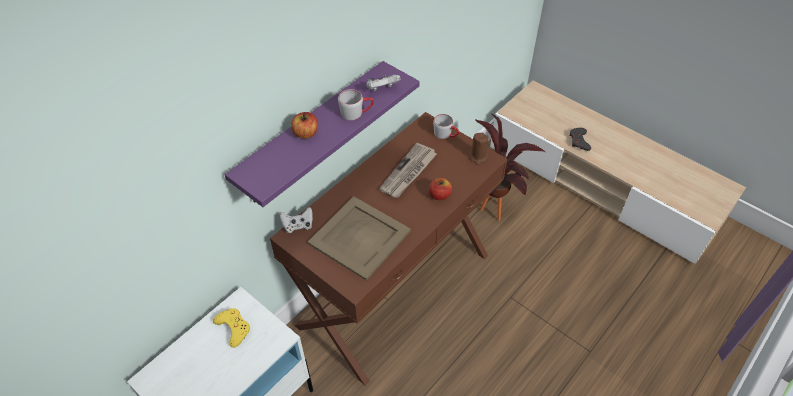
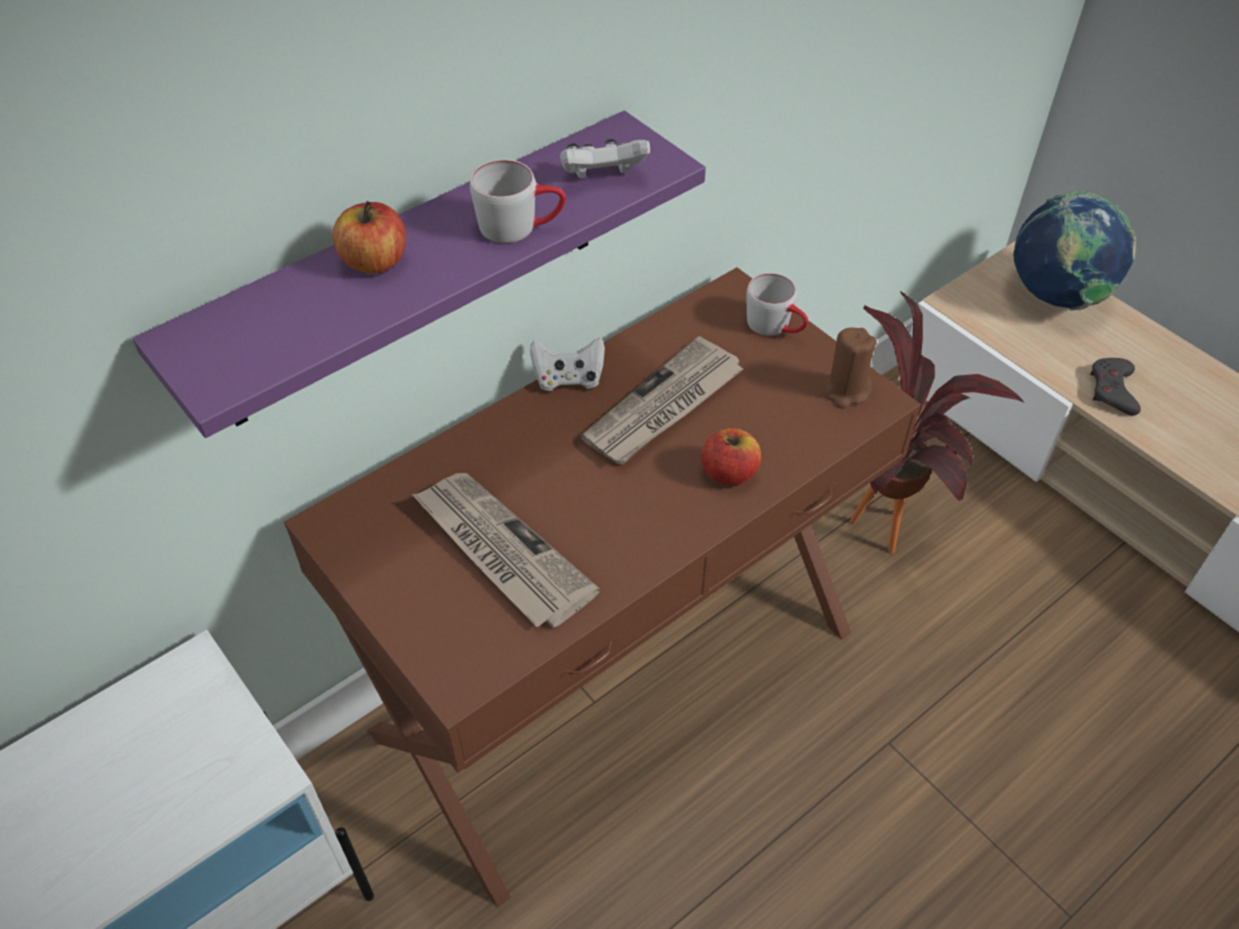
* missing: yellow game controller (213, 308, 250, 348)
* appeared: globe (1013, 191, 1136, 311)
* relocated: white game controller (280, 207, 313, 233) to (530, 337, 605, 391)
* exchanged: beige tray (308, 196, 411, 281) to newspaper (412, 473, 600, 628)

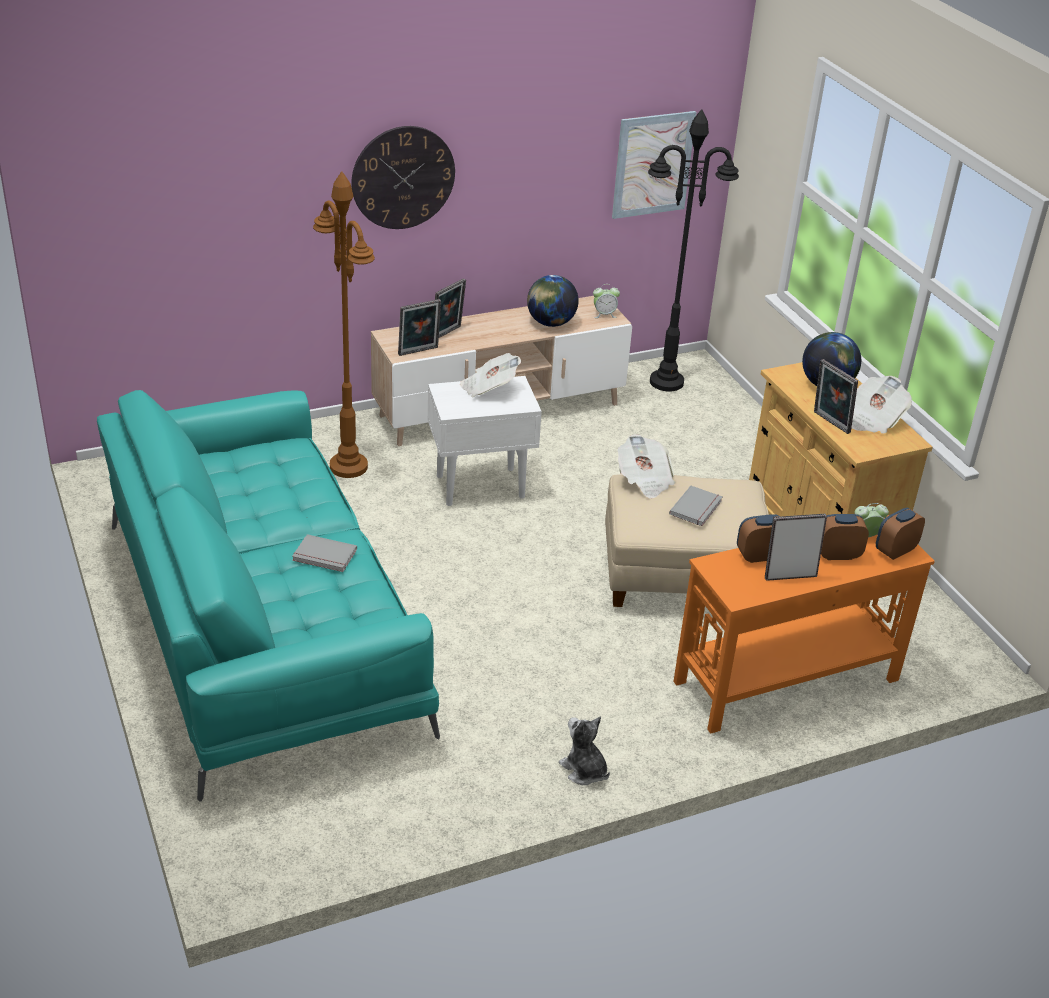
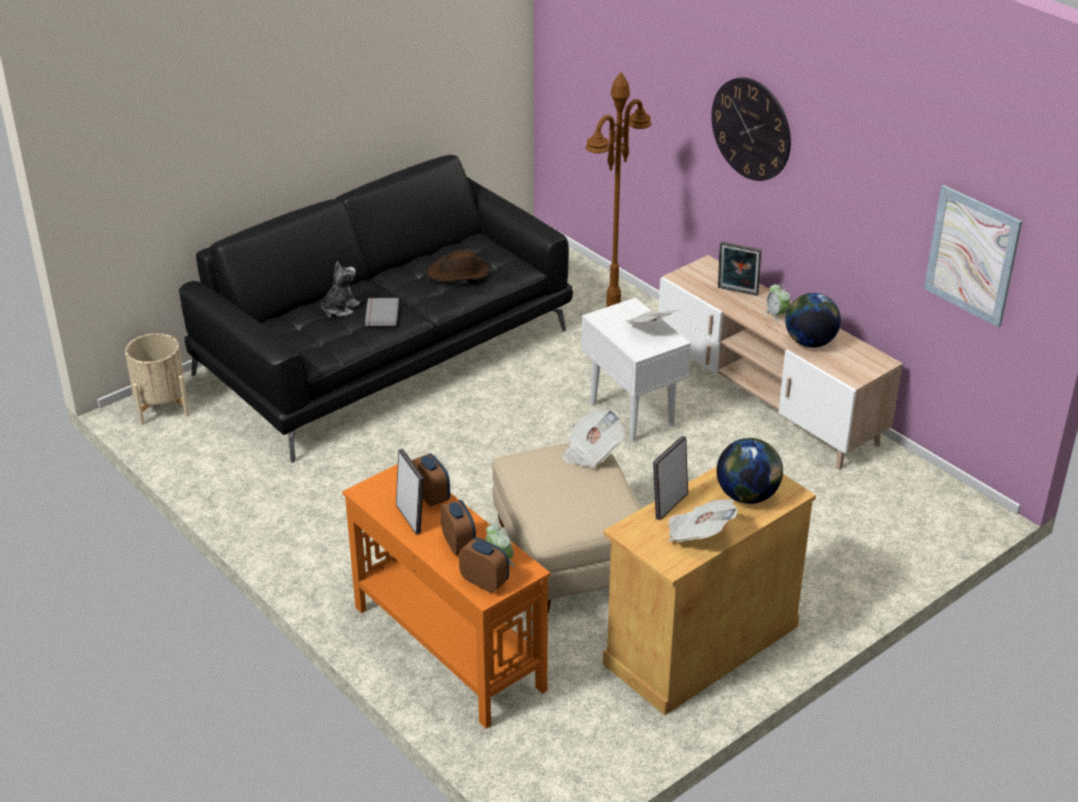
* missing: picture frame (398, 299, 441, 356)
* missing: black floor lamp (648, 109, 739, 392)
* missing: grey book (669, 486, 722, 526)
* appeared: beige planter (125, 333, 189, 425)
* appeared: brown hat (427, 249, 490, 282)
* relocated: plush toy (559, 716, 610, 785) to (321, 261, 360, 317)
* relocated: alarm clock (593, 284, 620, 318) to (765, 283, 790, 322)
* colour: turquoise sofa (97, 390, 440, 802) to black sofa (179, 155, 573, 463)

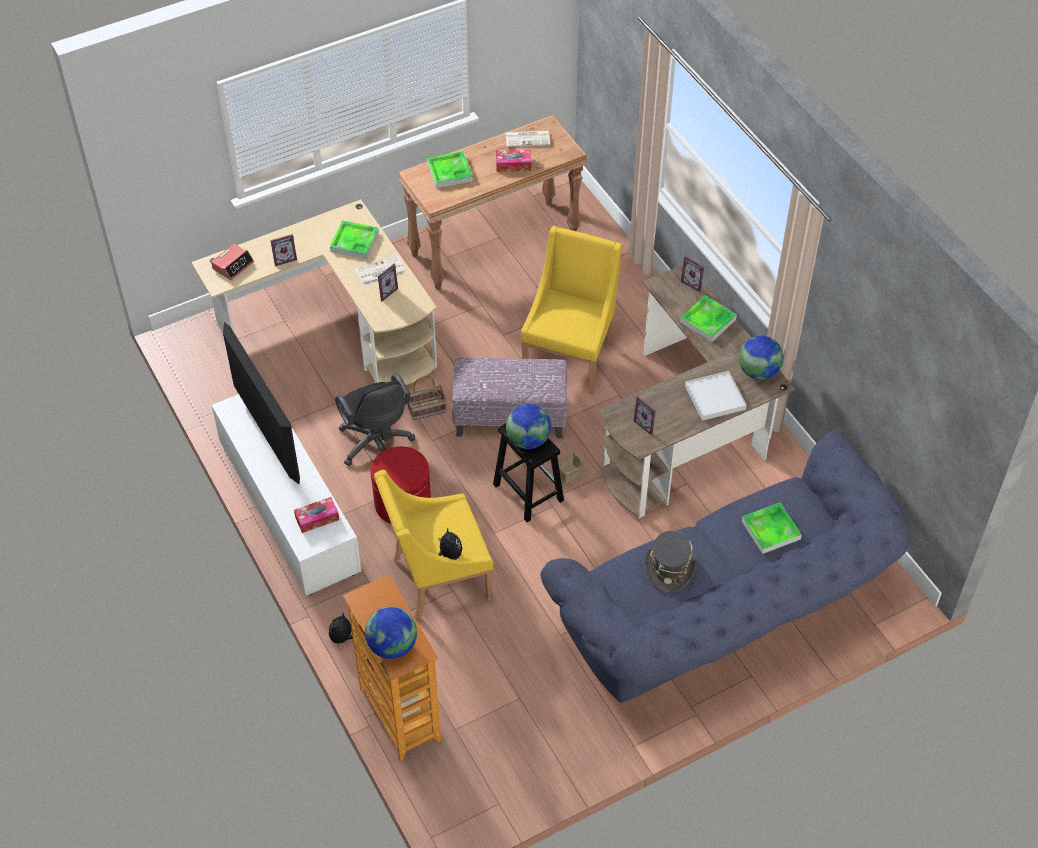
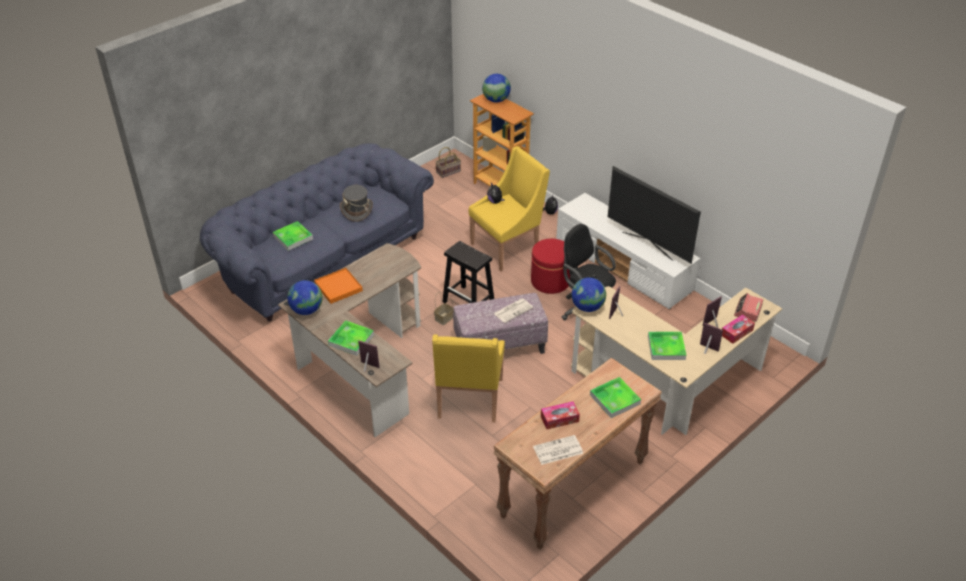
* relocated: tissue box (294, 497, 339, 533) to (722, 314, 755, 344)
* relocated: newspaper (355, 256, 406, 286) to (493, 298, 533, 323)
* relocated: basket (408, 376, 446, 420) to (435, 147, 461, 178)
* relocated: globe (506, 404, 551, 449) to (572, 277, 606, 312)
* relocated: picture frame (634, 396, 656, 435) to (700, 323, 723, 354)
* colour: white tray (685, 371, 747, 421) to orange tray (314, 268, 363, 304)

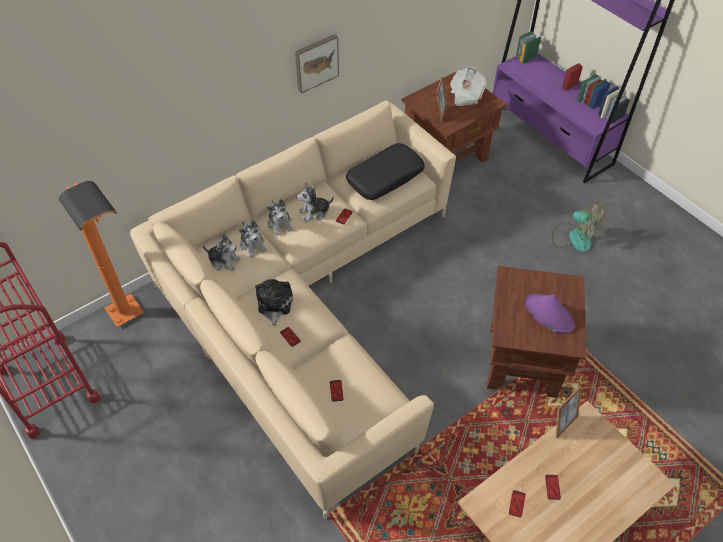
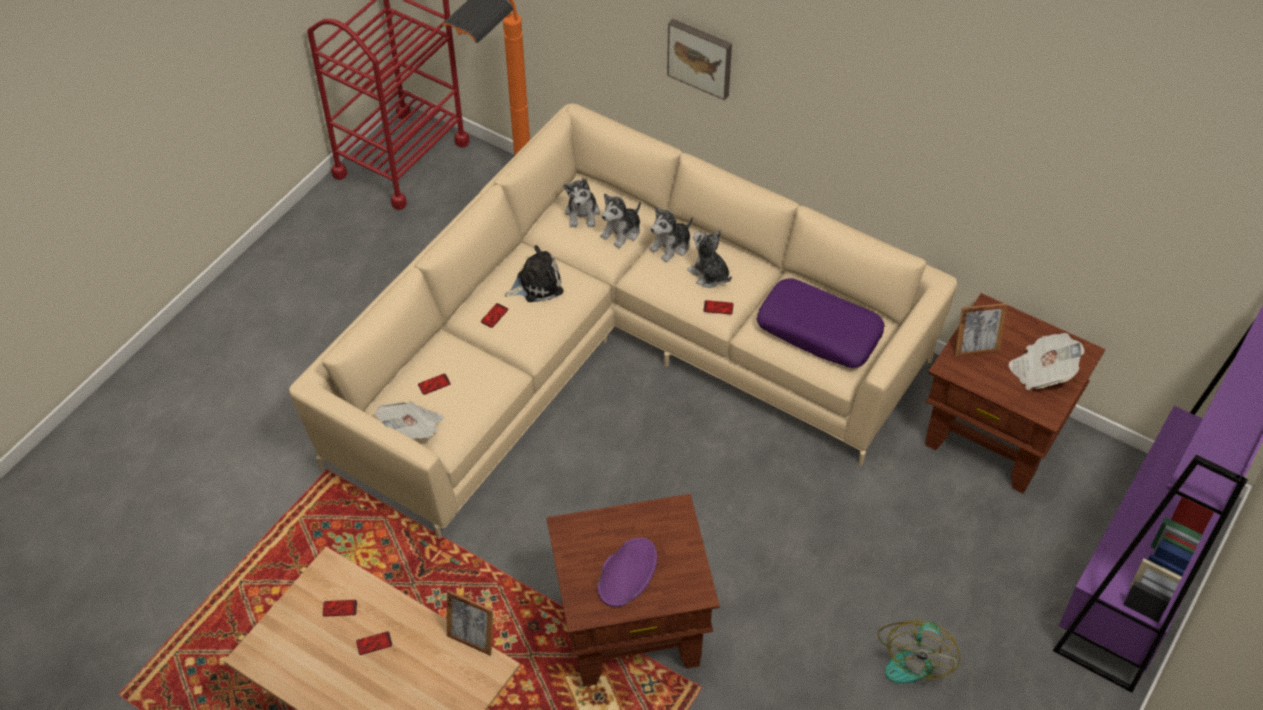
* appeared: newspaper (375, 401, 444, 438)
* relocated: picture (295, 34, 339, 93) to (667, 19, 732, 100)
* colour: black pillow (346, 143, 425, 200) to purple pillow (757, 279, 885, 368)

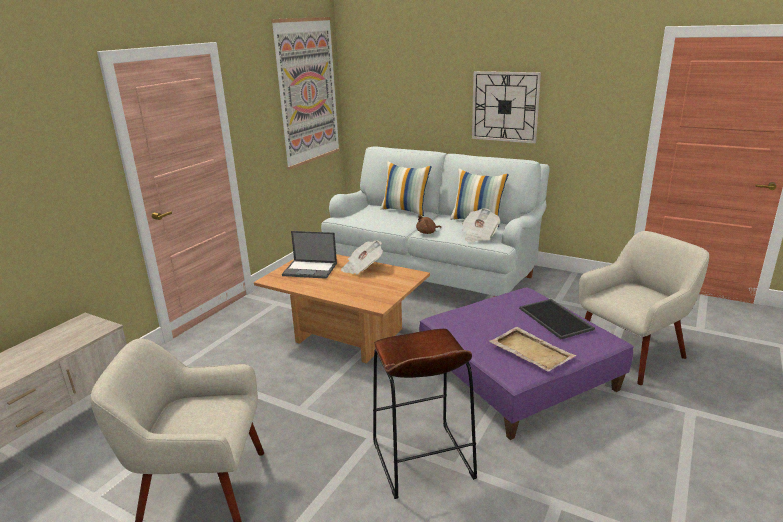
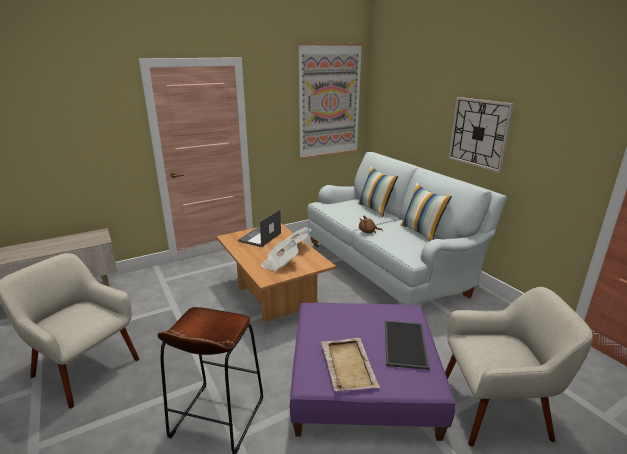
* relocated: newspaper (462, 208, 500, 242) to (261, 240, 298, 271)
* spun: laptop (282, 231, 337, 279) = (238, 209, 281, 247) 75 degrees clockwise

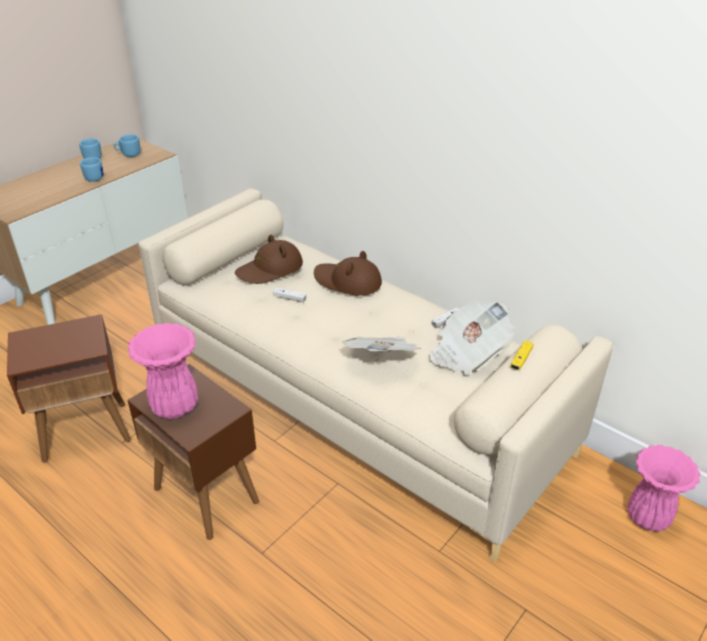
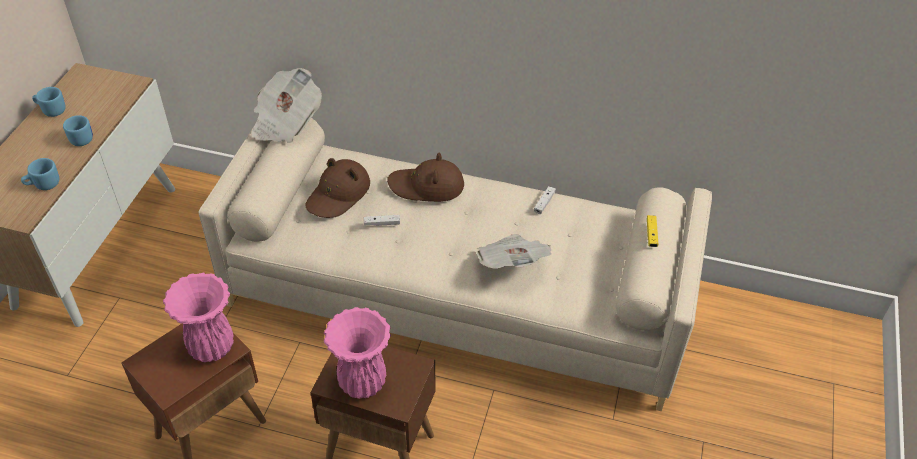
* relocated: blue mug (114, 134, 141, 157) to (21, 158, 59, 190)
* relocated: newspaper (429, 300, 515, 376) to (251, 68, 322, 143)
* relocated: pink vase (628, 445, 701, 532) to (163, 273, 234, 362)

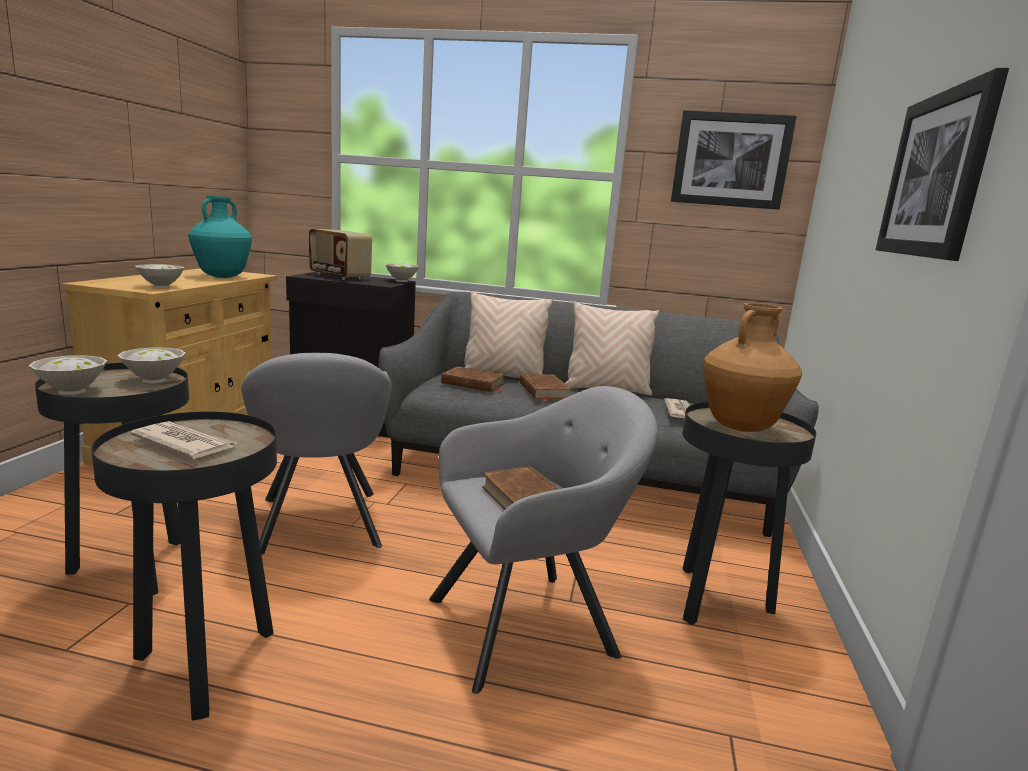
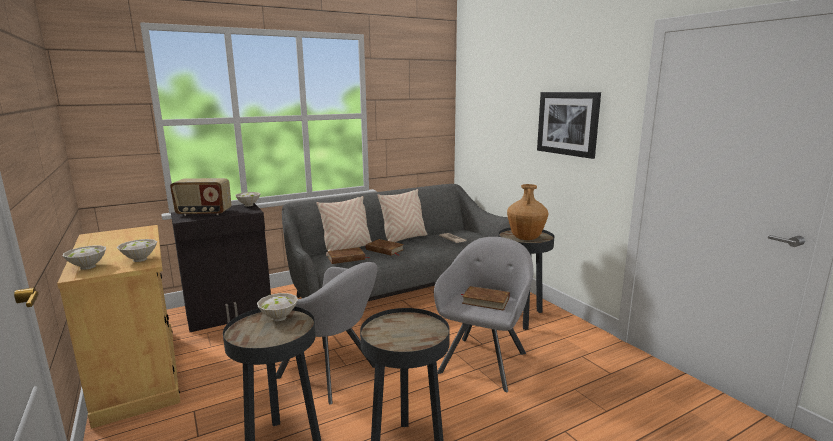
* missing: newspaper (130, 421, 237, 459)
* missing: turquoise vase (188, 196, 252, 278)
* missing: picture (671, 110, 797, 210)
* relocated: white bowl (28, 355, 107, 395) to (63, 245, 106, 270)

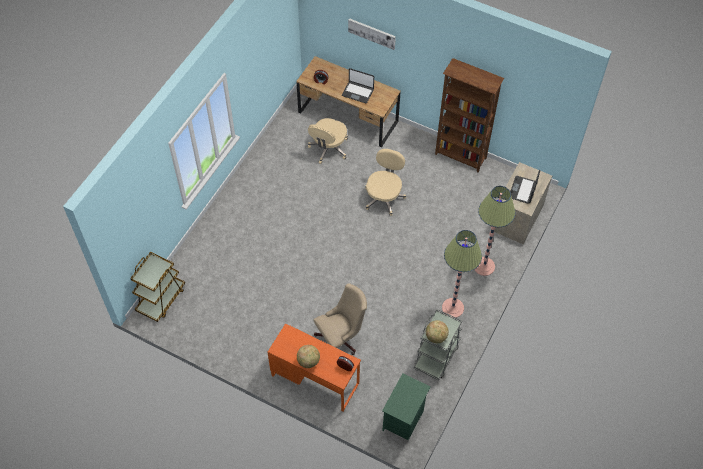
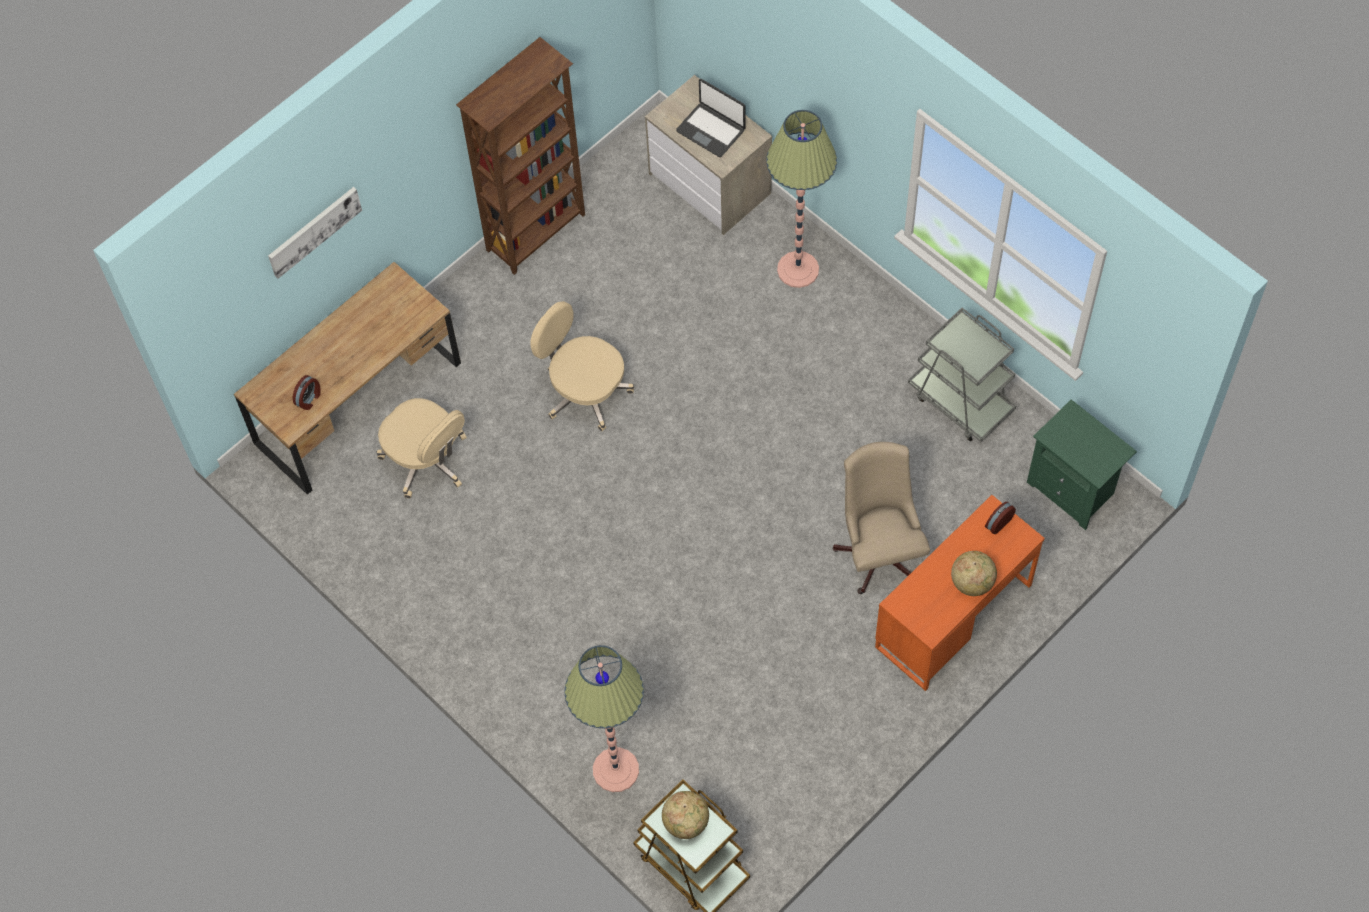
* missing: laptop (342, 68, 374, 103)
* relocated: globe (426, 320, 449, 343) to (662, 791, 709, 839)
* relocated: floor lamp (442, 230, 482, 318) to (564, 645, 644, 792)

